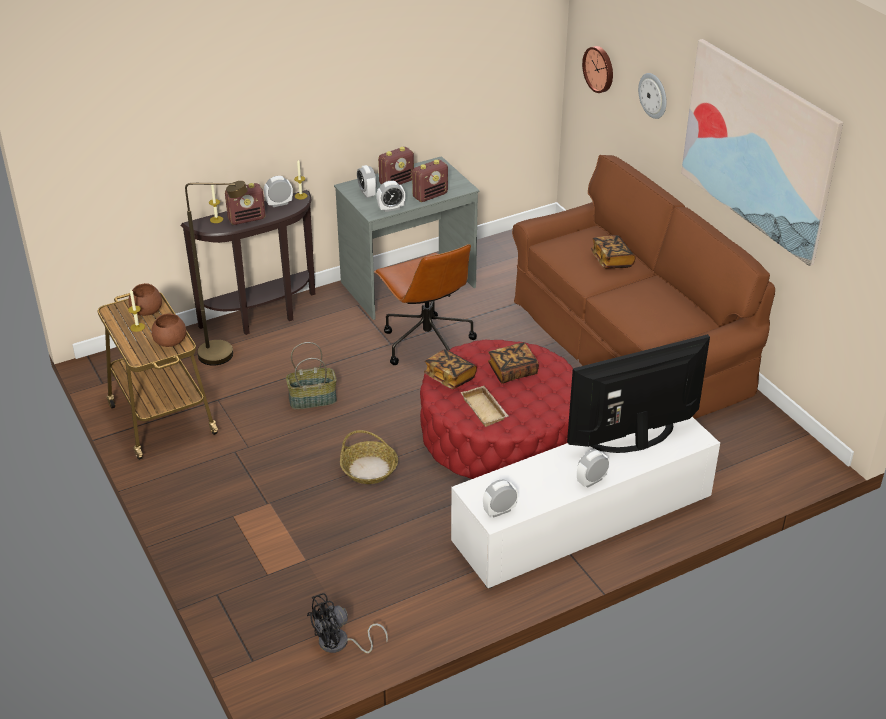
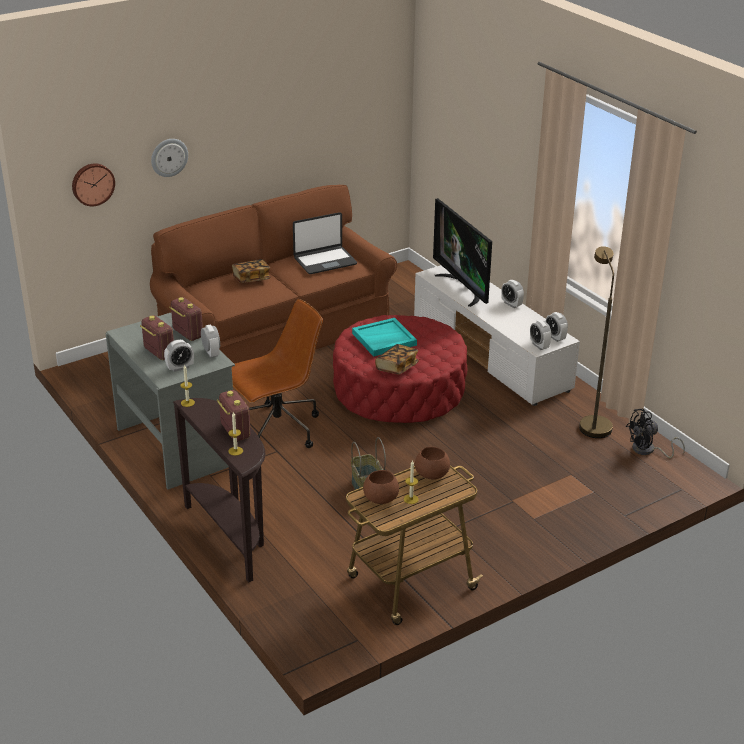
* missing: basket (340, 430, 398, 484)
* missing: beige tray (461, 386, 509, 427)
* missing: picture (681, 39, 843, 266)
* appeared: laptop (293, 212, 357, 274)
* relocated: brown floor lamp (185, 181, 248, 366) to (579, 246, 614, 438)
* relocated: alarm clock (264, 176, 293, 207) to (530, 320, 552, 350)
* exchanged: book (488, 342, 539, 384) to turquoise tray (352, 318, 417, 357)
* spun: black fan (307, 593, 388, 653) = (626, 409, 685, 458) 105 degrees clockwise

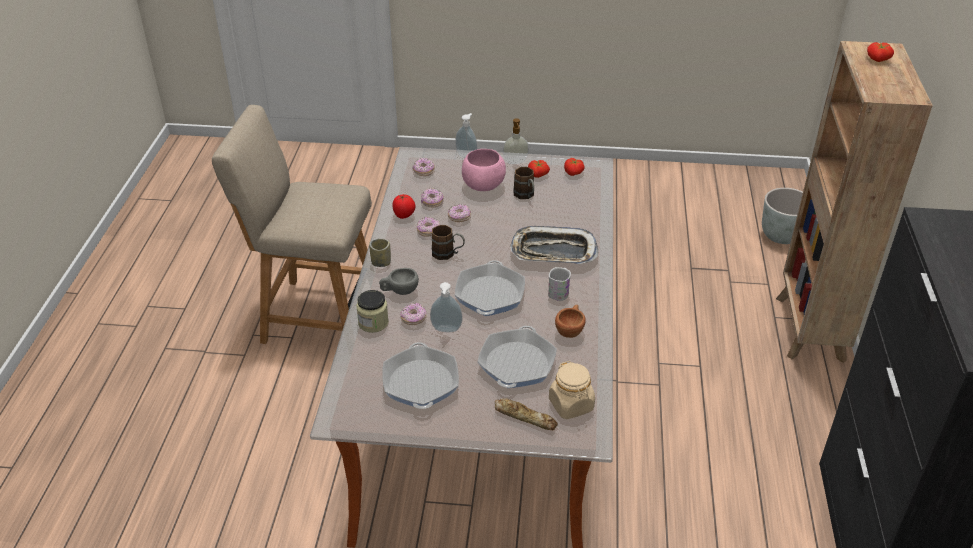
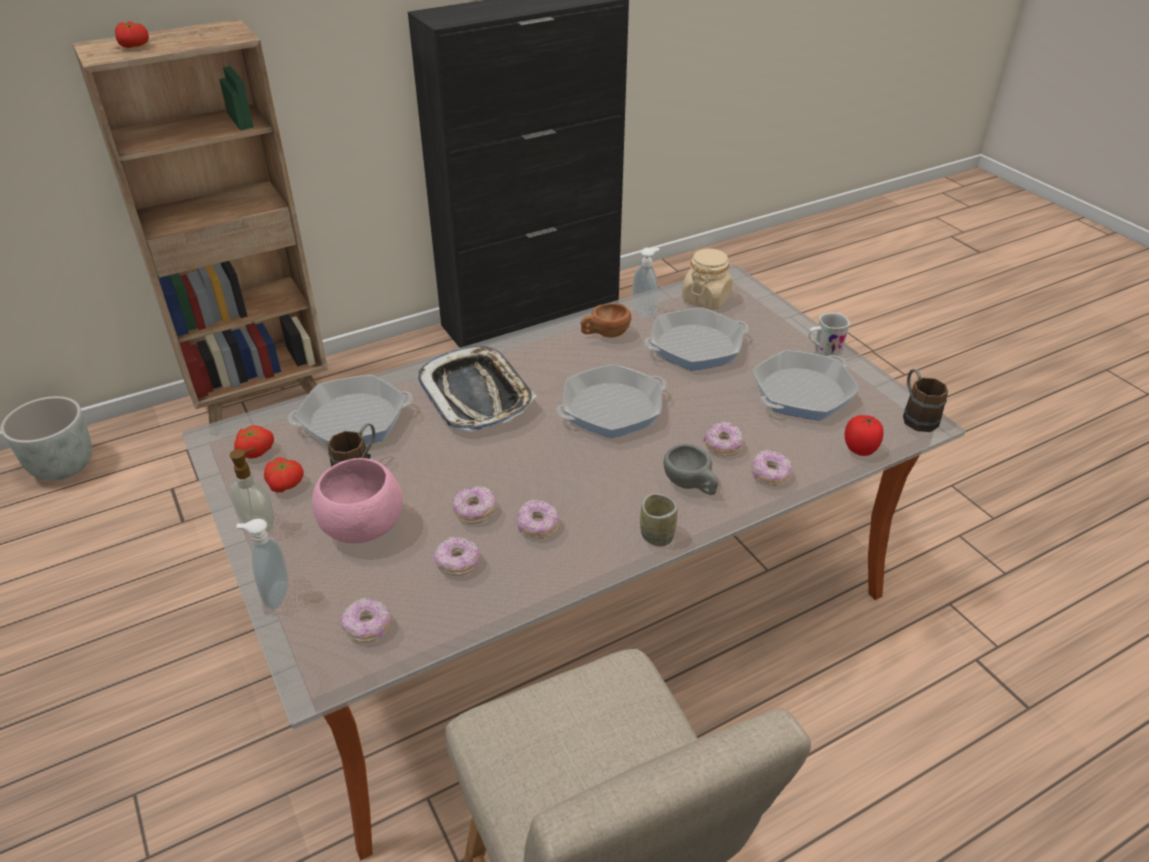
* missing: bread (495, 398, 558, 430)
* appeared: frying pan (288, 374, 413, 446)
* relocated: tomato (392, 194, 416, 219) to (845, 415, 883, 456)
* relocated: soap dispenser (430, 282, 462, 332) to (632, 248, 659, 319)
* relocated: brown mug (431, 225, 465, 260) to (903, 369, 948, 432)
* relocated: white mug (548, 267, 571, 301) to (808, 313, 850, 356)
* exchanged: jar (356, 290, 389, 333) to donut (751, 450, 792, 486)

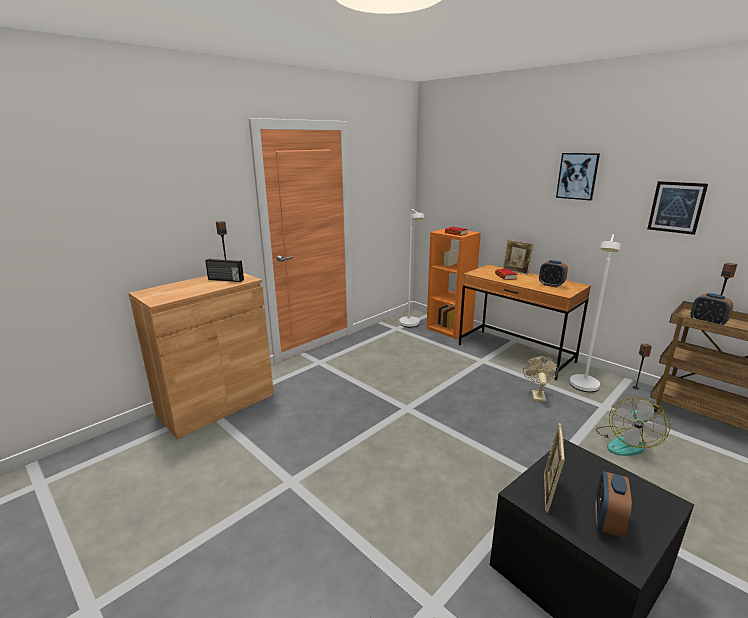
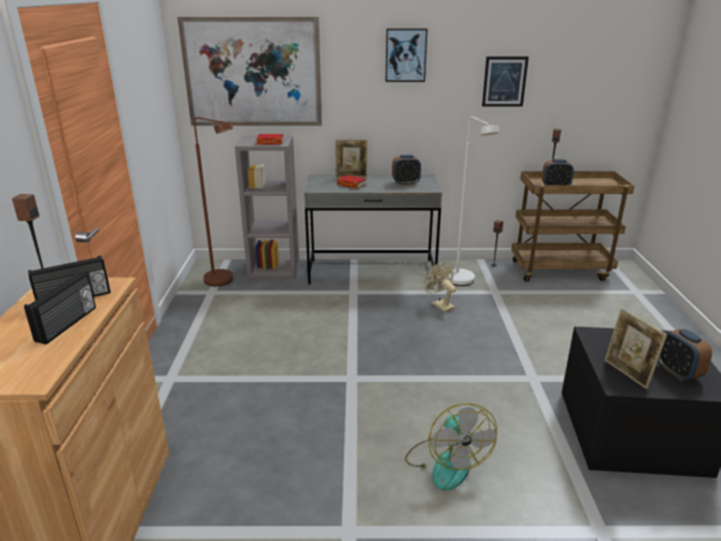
* appeared: radio (24, 273, 96, 344)
* appeared: picture (177, 17, 322, 126)
* relocated: fan (596, 397, 670, 456) to (405, 403, 497, 491)
* colour: white floor lamp (400, 209, 424, 327) to brown floor lamp (194, 117, 233, 286)
* colour: orange bookcase (427, 229, 481, 339) to grey bookcase (235, 136, 299, 279)
* colour: brown desk (459, 265, 591, 380) to grey desk (304, 175, 442, 285)

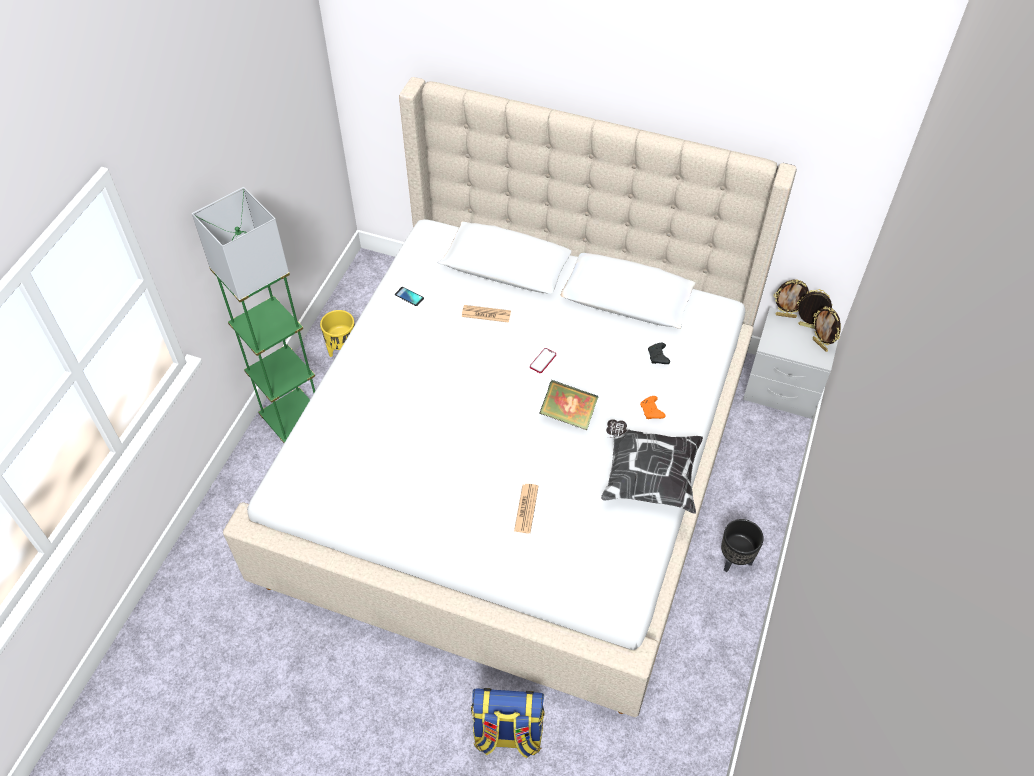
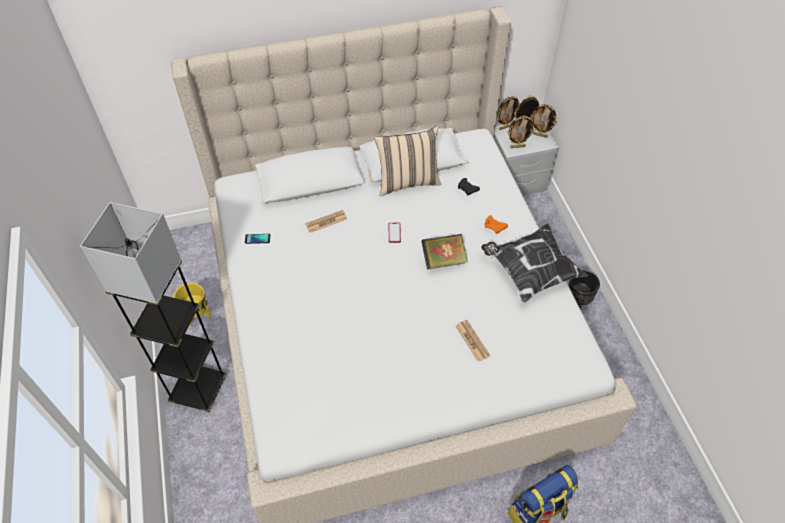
* appeared: beige pillow (374, 126, 442, 196)
* appeared: picture frame (507, 116, 535, 148)
* colour: green floor lamp (192, 187, 315, 443) to grey floor lamp (80, 202, 227, 412)

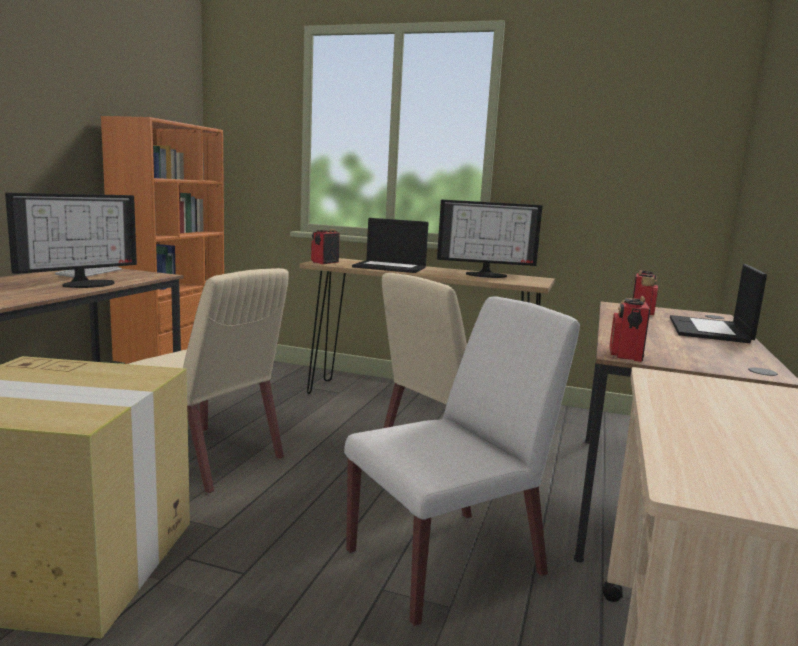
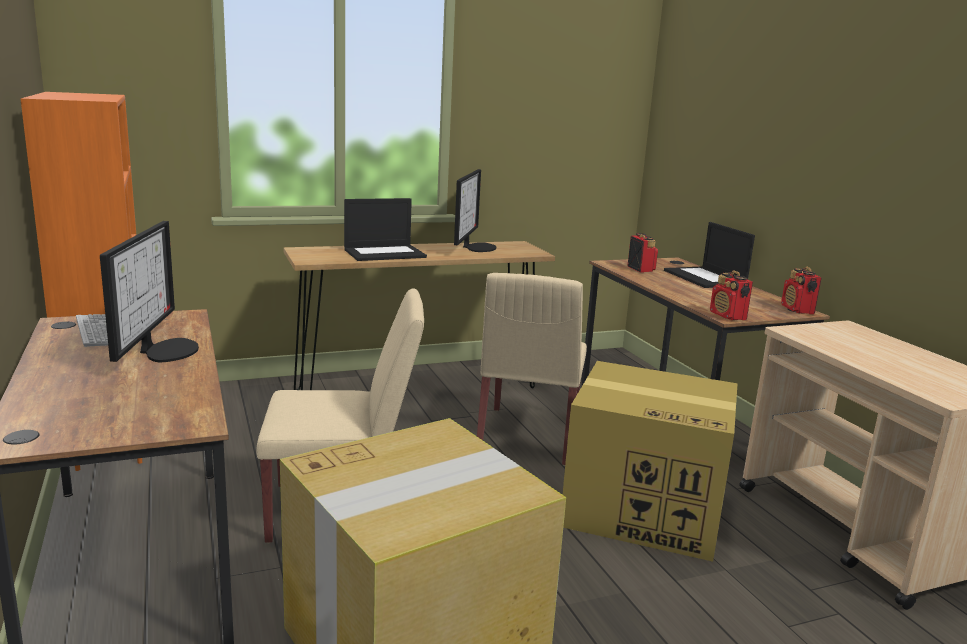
* relocated: radio (311, 229, 340, 264) to (781, 267, 822, 314)
* exchanged: white chair (344, 296, 580, 626) to cardboard box (563, 361, 738, 562)
* spun: monitor (437, 200, 542, 278) = (454, 169, 496, 252) 45 degrees counterclockwise

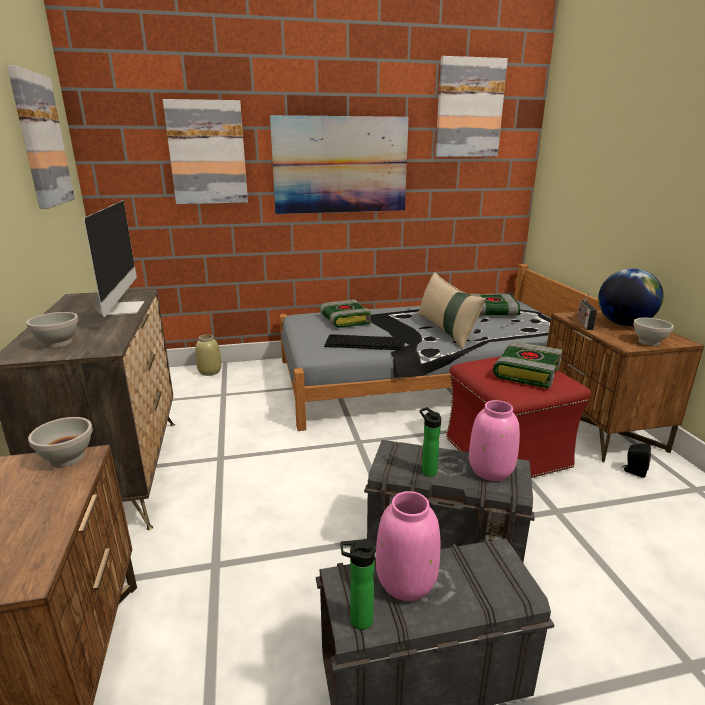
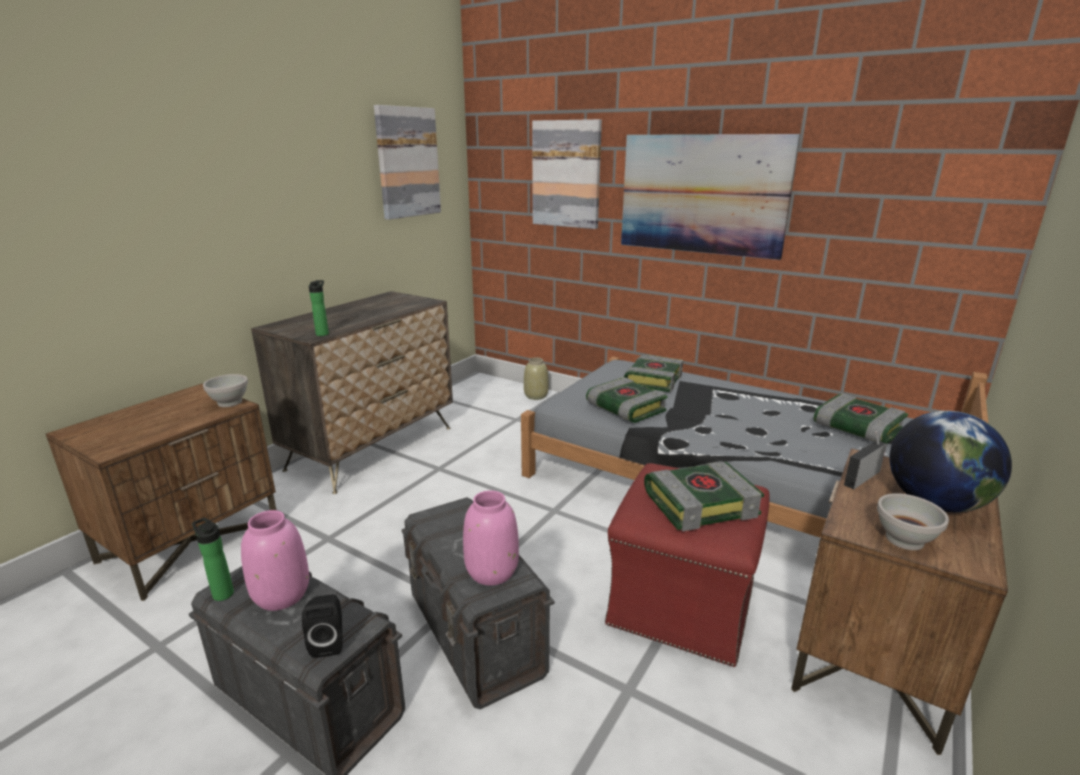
* missing: white bowl (26, 312, 78, 348)
* missing: monitor (84, 200, 144, 317)
* missing: beige pillow (418, 272, 486, 349)
* missing: picture (435, 56, 508, 157)
* relocated: bottle (419, 407, 441, 477) to (309, 280, 329, 336)
* relocated: black speaker (622, 443, 651, 478) to (302, 594, 342, 658)
* exchanged: keyboard (324, 334, 405, 350) to book (586, 377, 667, 423)

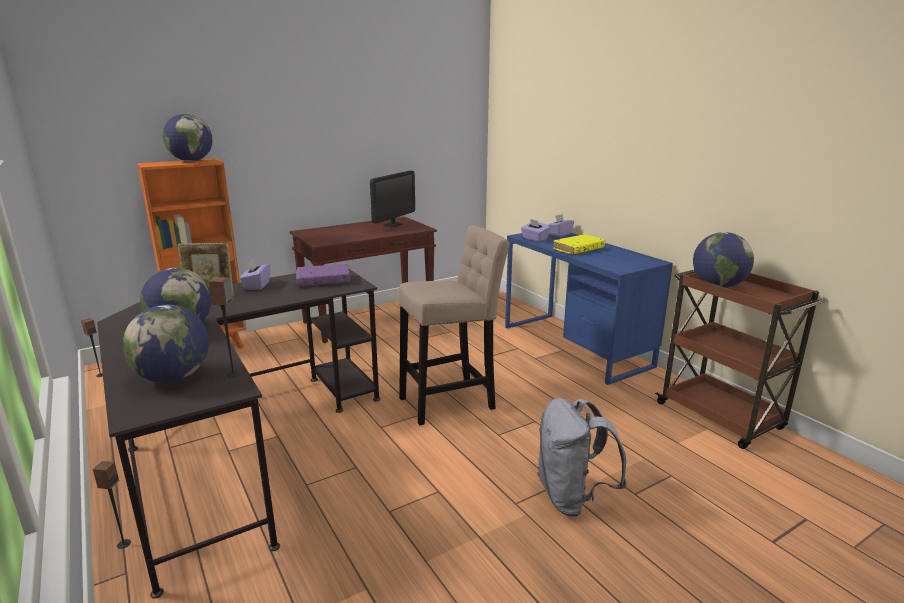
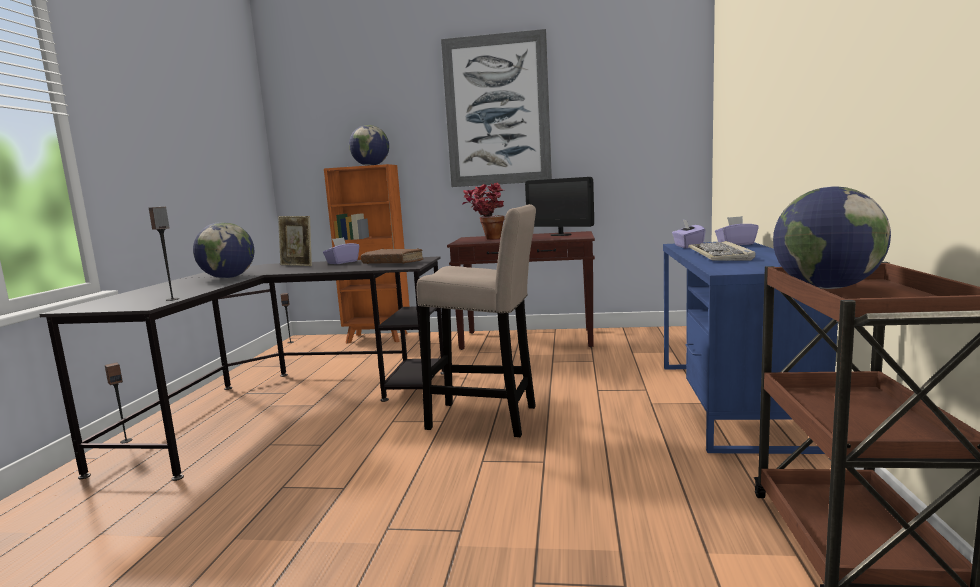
* missing: globe (122, 305, 209, 383)
* missing: grey backpack (537, 398, 627, 517)
* appeared: picture (441, 29, 552, 187)
* appeared: potted plant (462, 183, 505, 240)
* exchanged: yellow book (553, 234, 605, 254) to keyboard (688, 241, 755, 261)
* colour: purple book (296, 264, 350, 286) to brown book (361, 248, 423, 264)
* spun: monitor (370, 171, 415, 227) = (525, 177, 594, 236) 60 degrees clockwise

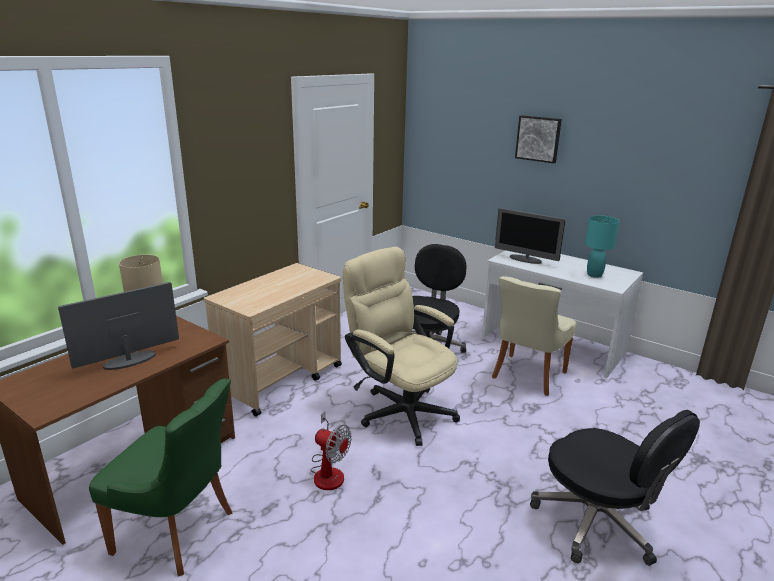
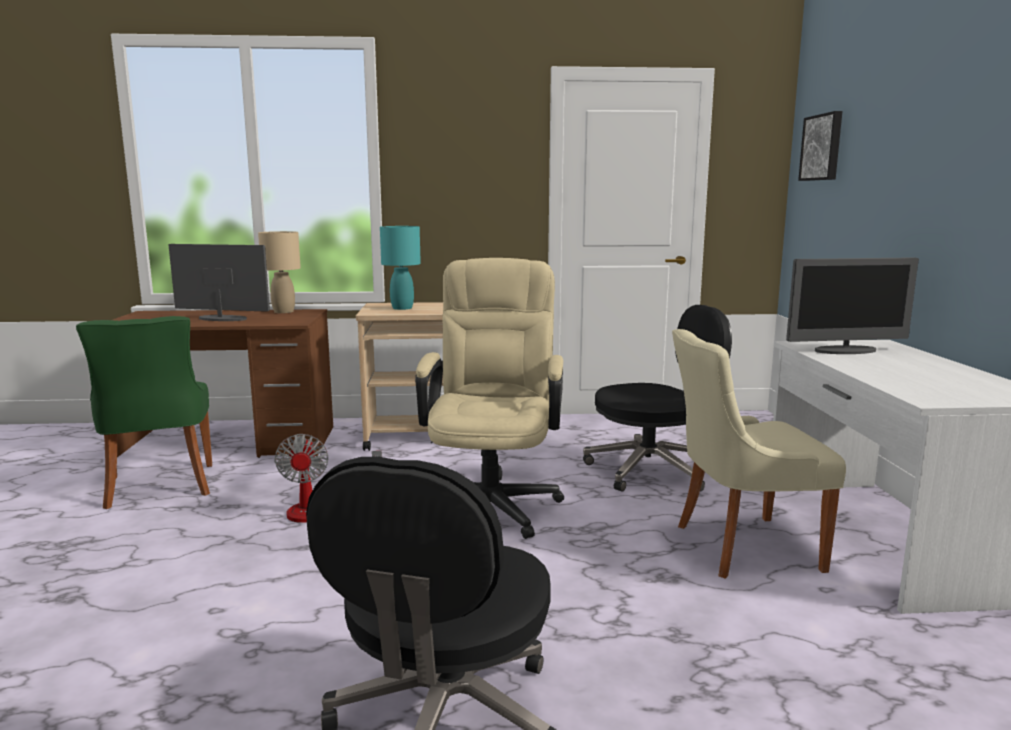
* relocated: picture (515, 115, 562, 163) to (798, 111, 842, 181)
* relocated: turquoise table lamp (585, 215, 619, 278) to (380, 226, 421, 310)
* spun: monitor (495, 208, 566, 264) = (786, 257, 919, 354) 90 degrees counterclockwise

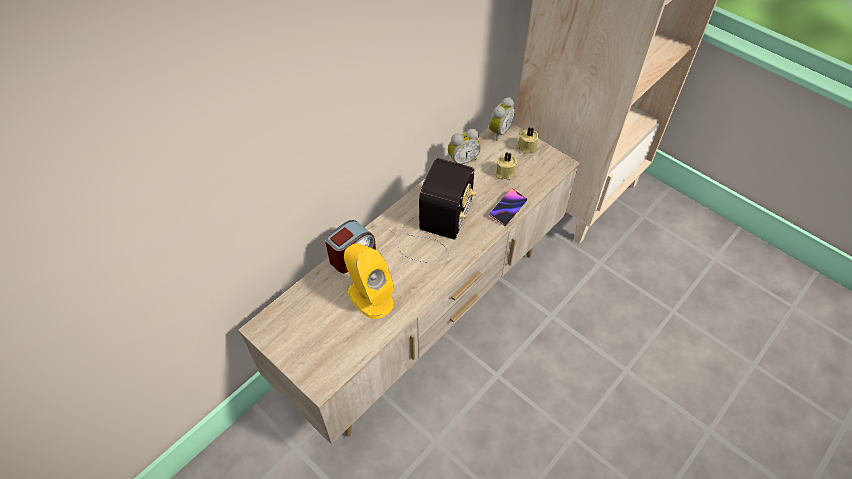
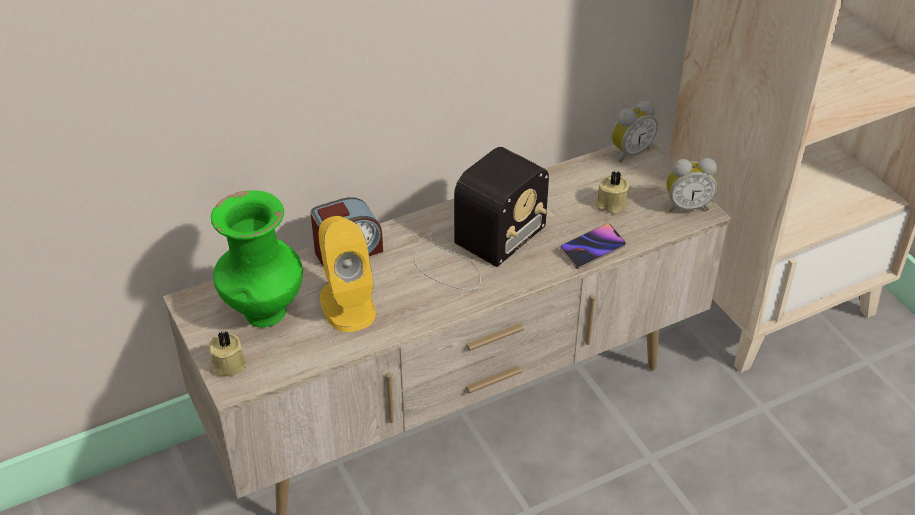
* appeared: green vase (211, 191, 303, 328)
* relocated: alarm clock (448, 129, 481, 164) to (667, 158, 717, 212)
* relocated: beige candle (516, 127, 539, 154) to (209, 331, 246, 376)

